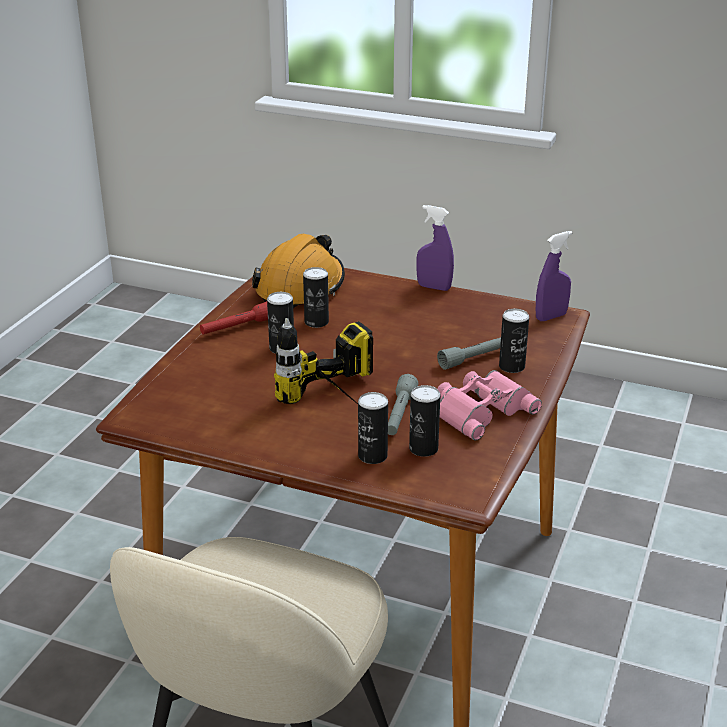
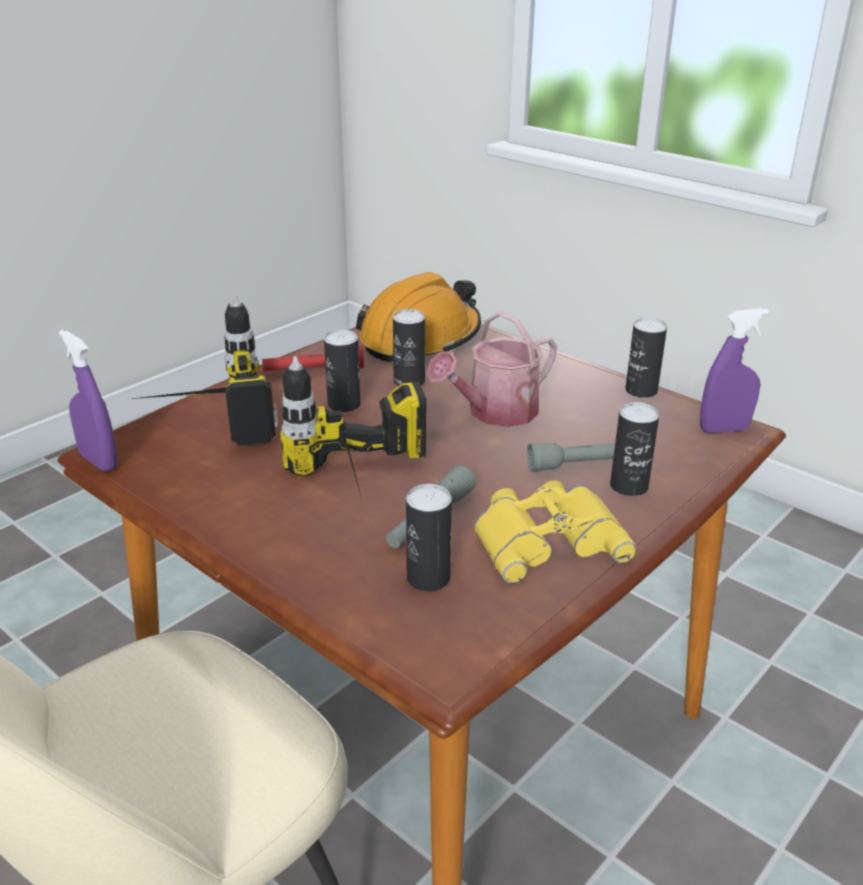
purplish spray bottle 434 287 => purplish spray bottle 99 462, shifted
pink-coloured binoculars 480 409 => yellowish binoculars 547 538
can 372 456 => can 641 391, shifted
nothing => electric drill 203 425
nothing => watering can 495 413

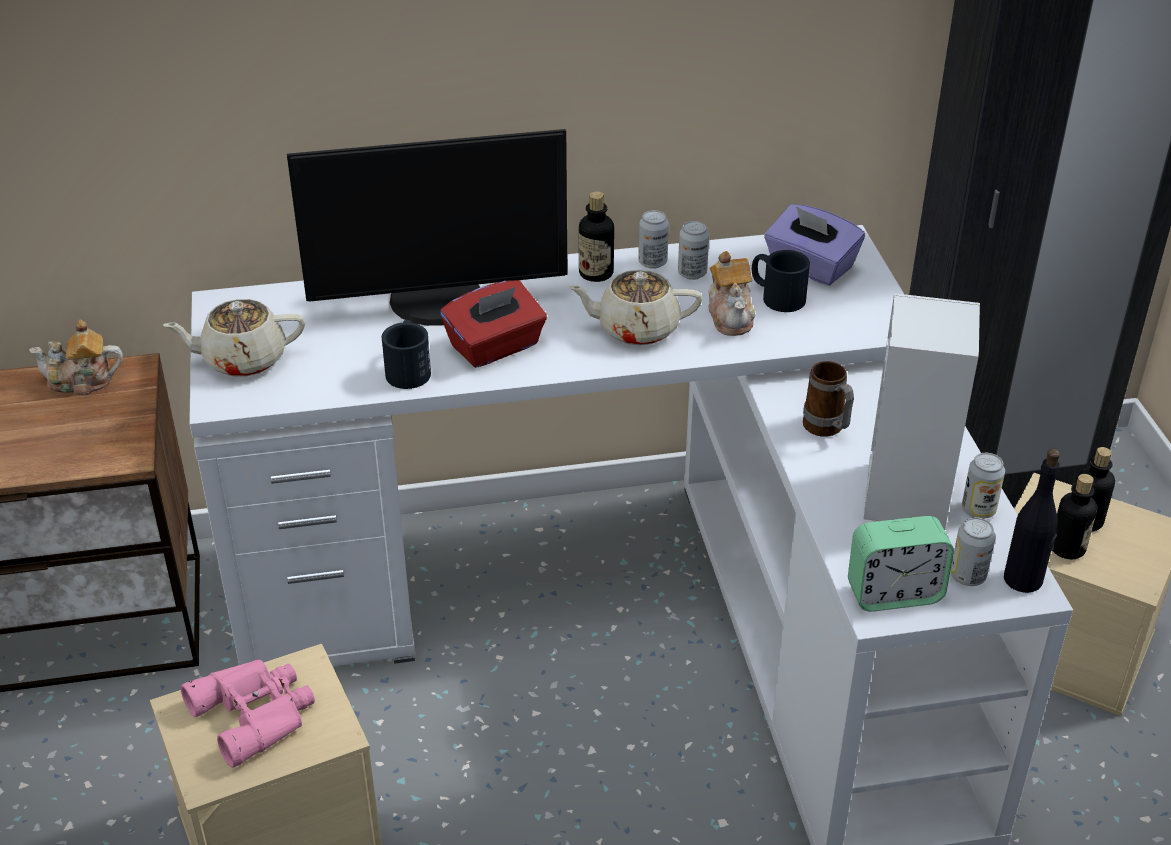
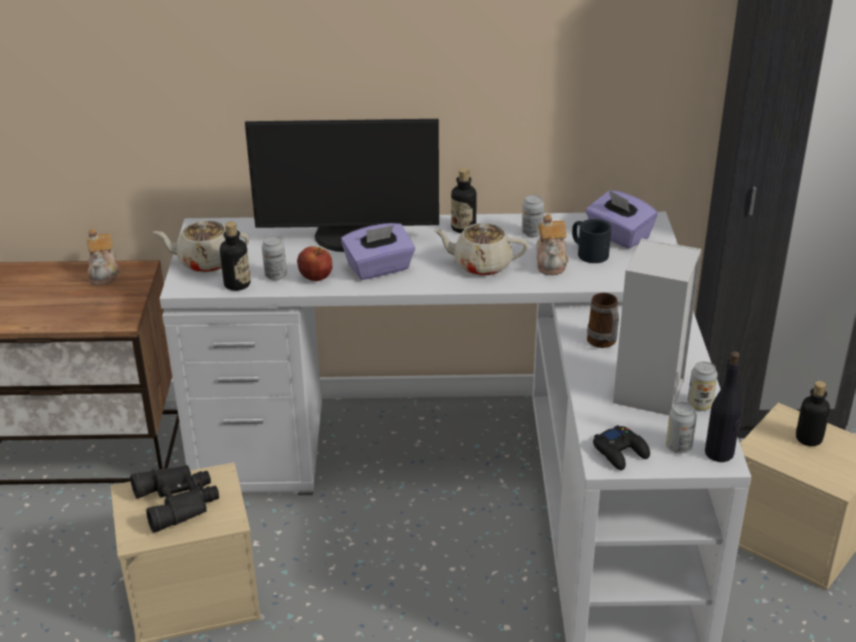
can 652 262 => can 275 276, shifted
reddish tissue box 495 347 => purplish tissue box 379 268
pot for tea 82 382 => pot for tea 104 273, 105 degrees counterclockwise
black-coloured coffee mug 408 368 => apple 315 277
bottle 1067 548 => bottle 237 284, shifted
table clock 894 593 => black-coloured gamepad 621 452
pink-coloured binoculars 256 713 => black-coloured binoculars 179 501

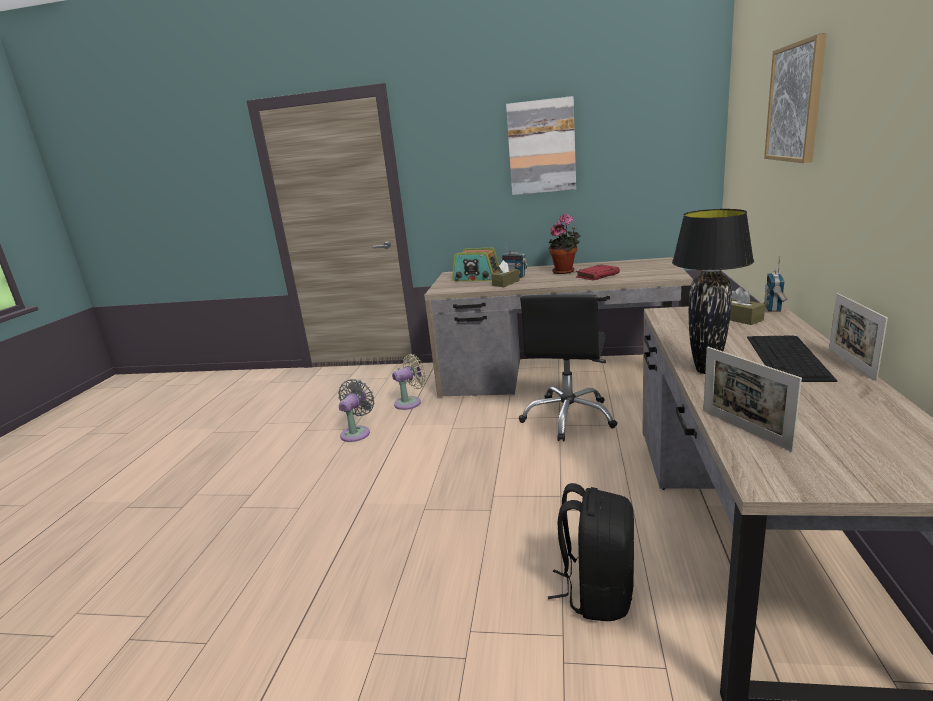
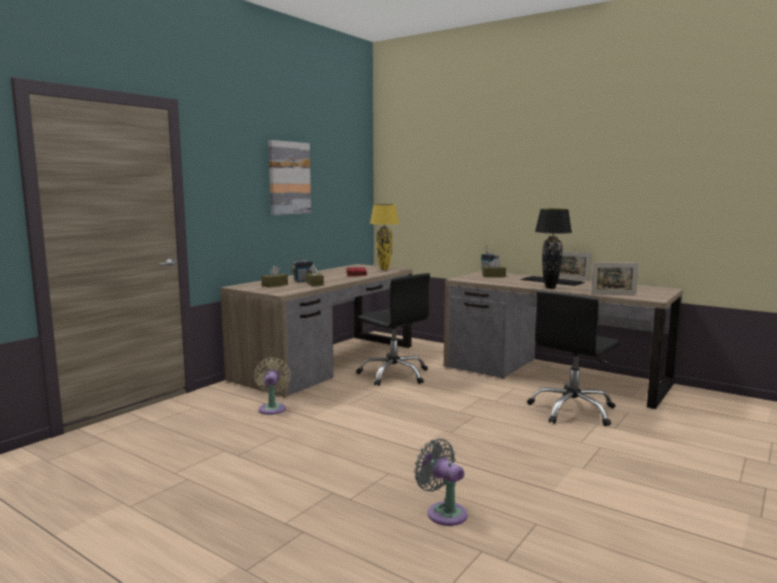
wall picture 795 103 => nothing
potted plant 565 271 => nothing
radio set 476 278 => brown tissue box 274 285
gray fan 357 432 => gray fan 443 512, shifted
black-coloured rucksack 597 592 => black-coloured computer chair 573 410
nothing => yellowish tabletop lamp 384 269

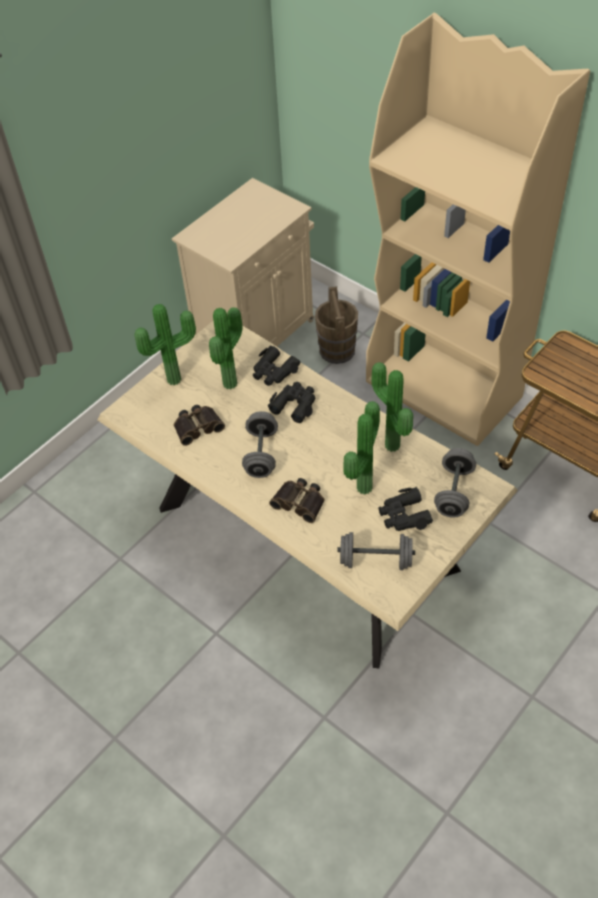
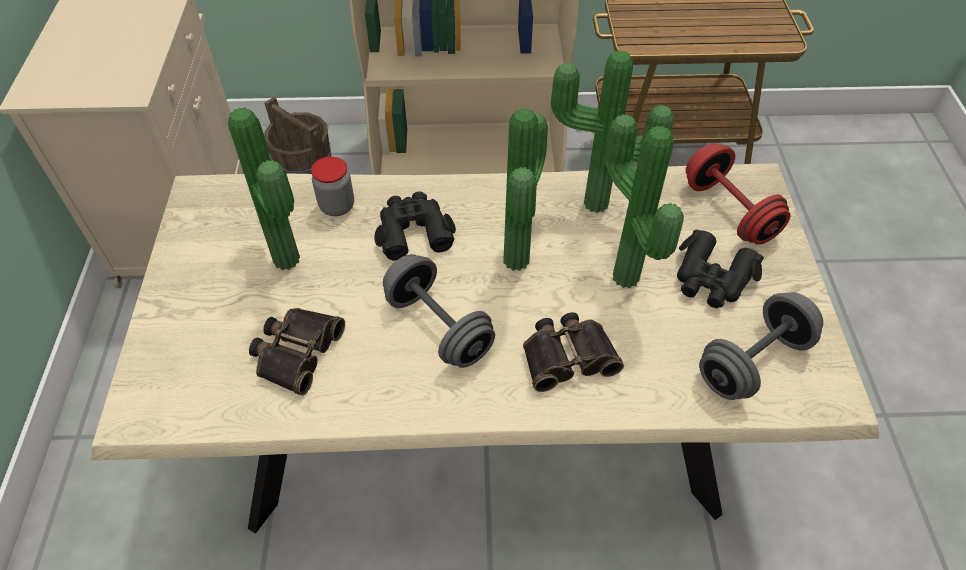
potted plant 176 381 => potted plant 521 261, shifted
black-coloured binoculars 274 371 => jar 337 206
gray hand weight 454 492 => reddish hand weight 729 211

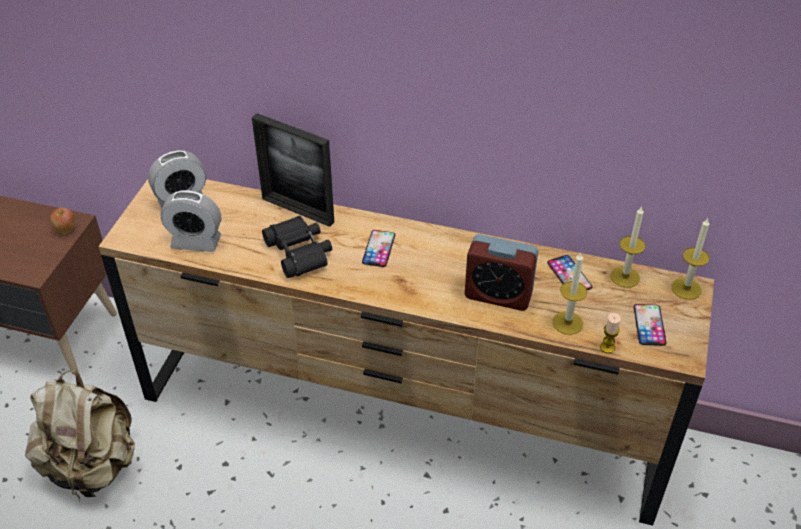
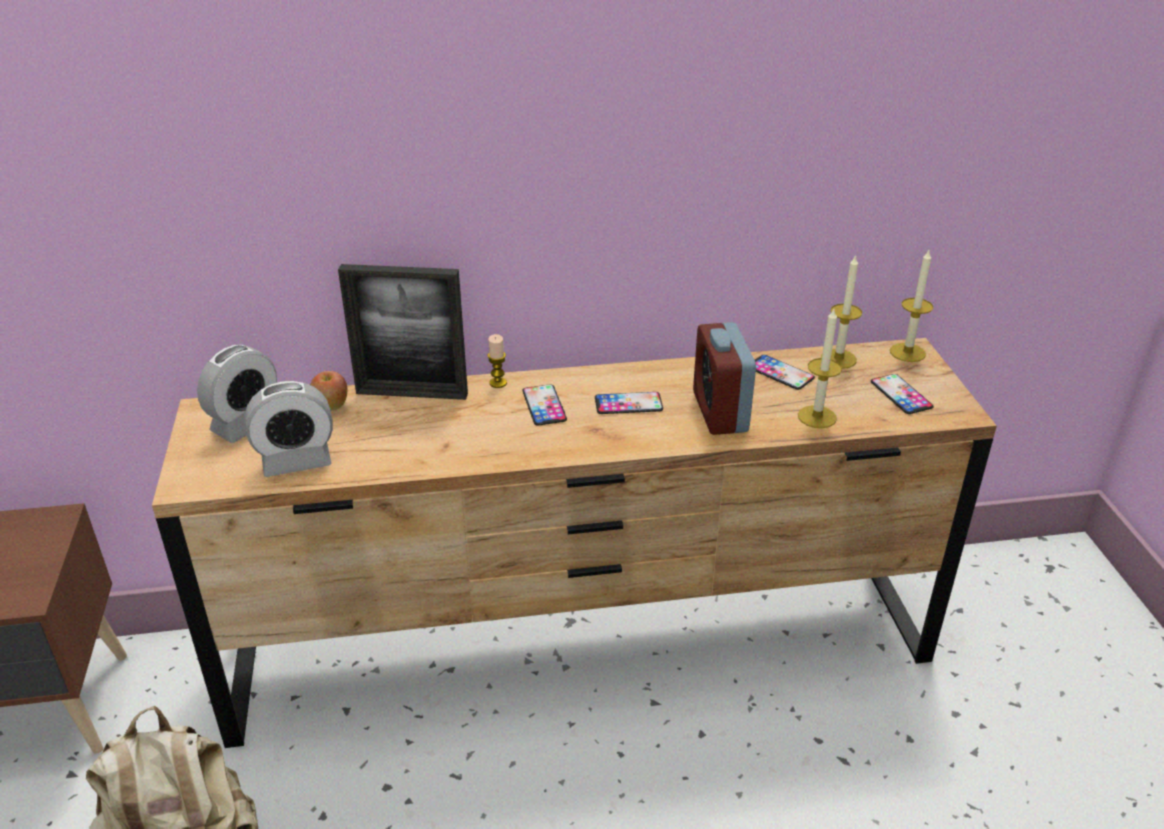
apple 65 229 => apple 331 406, shifted
black-coloured binoculars 299 252 => nothing
table clock 498 295 => table clock 720 412, 90 degrees clockwise
wax candle 607 347 => wax candle 498 383, shifted
nothing => handset 628 404

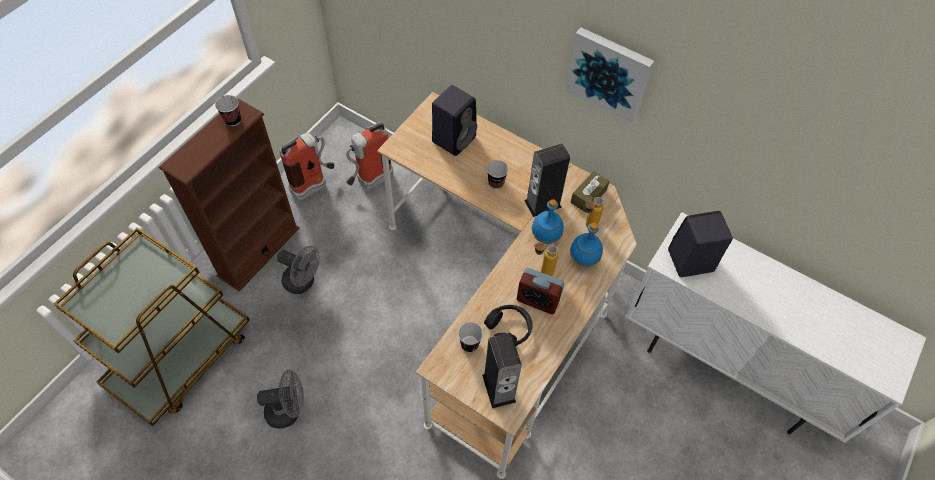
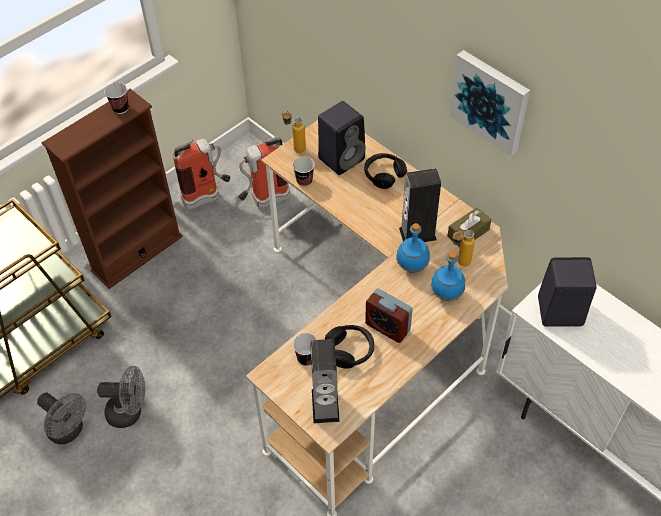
small cup 496 183 => small cup 304 181, shifted
bottle 541 271 => bottle 295 148, shifted
gray fan 303 282 => gray fan 69 431, shifted
nothing => black-coloured pair of headphones 384 174

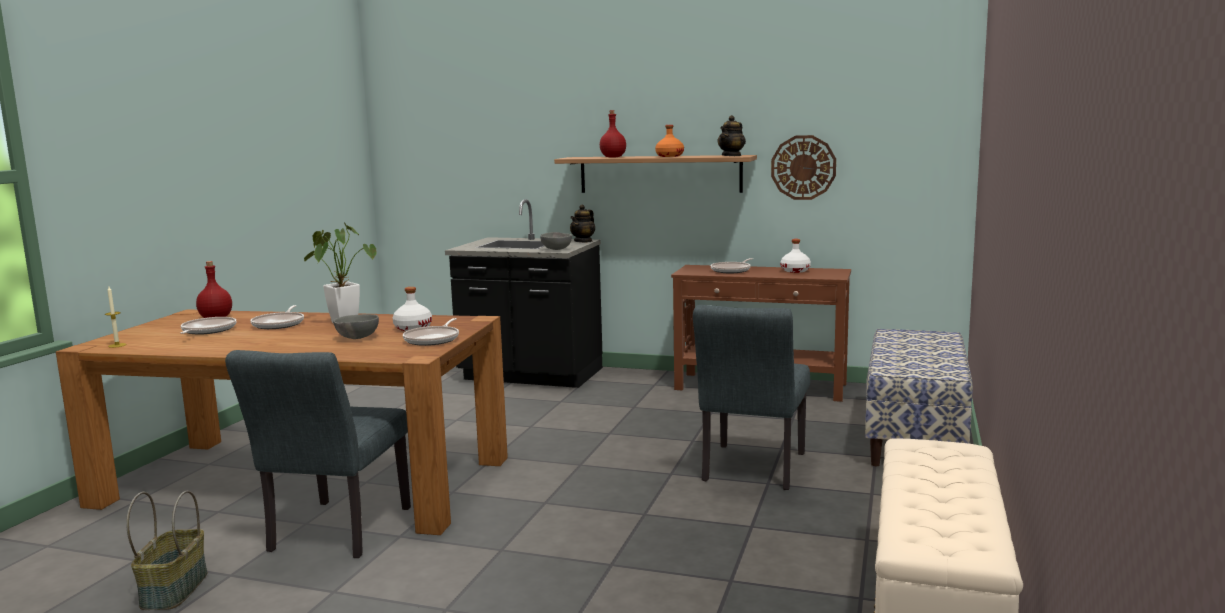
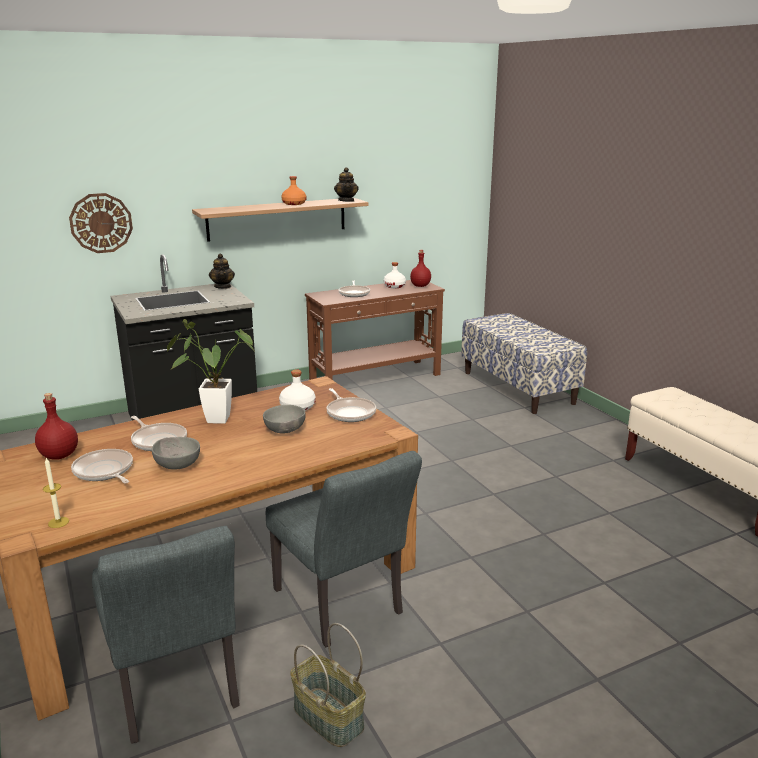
reddish bottle 612 157 => reddish bottle 420 286, shifted
wall clock 803 167 => wall clock 101 223, shifted
gray bowl 557 249 => gray bowl 178 465, shifted
gray upright chair 751 470 => gray upright chair 176 691, shifted

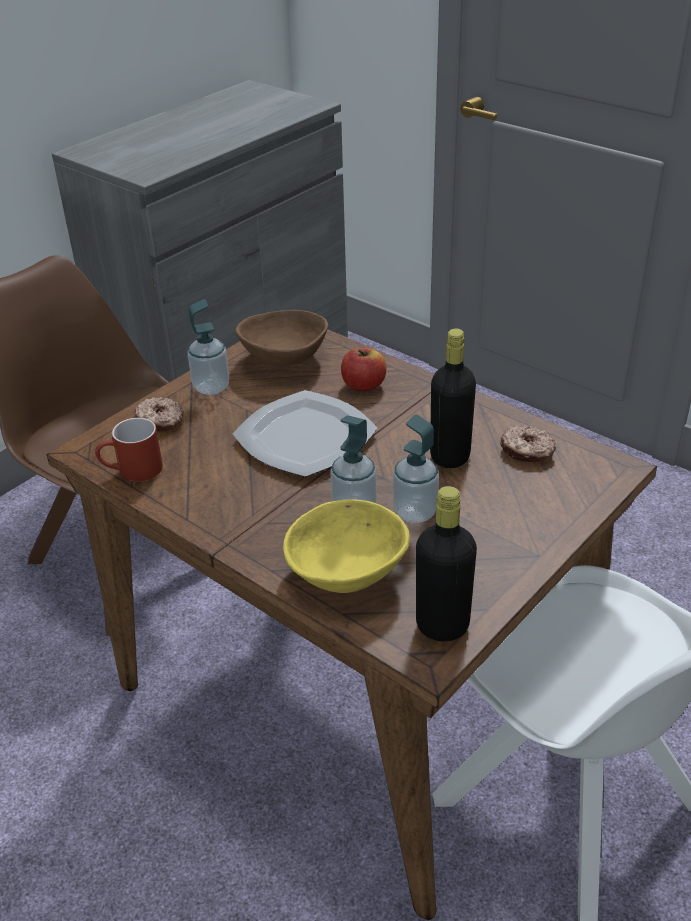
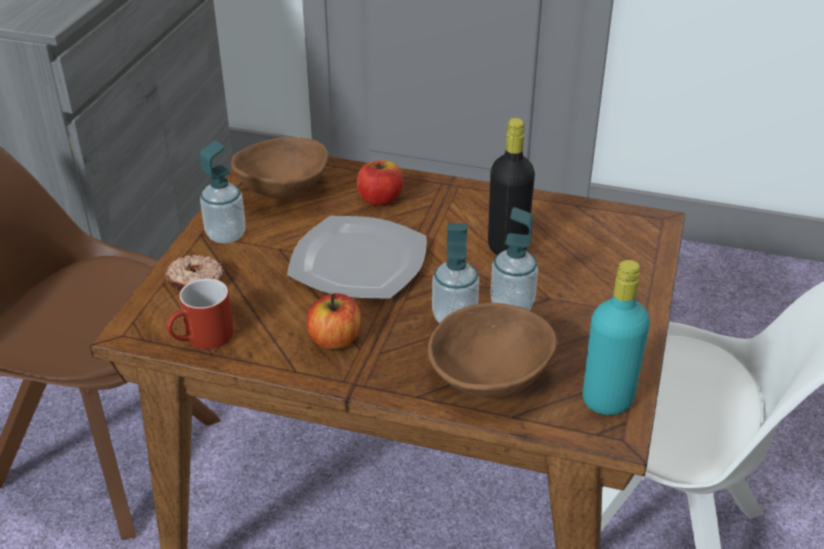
donut 526 451 => nothing
black-coloured bottle 442 625 => blue-green bottle 607 400
yellowish bowl 346 574 => brown bowl 490 380
nothing => apple 335 339

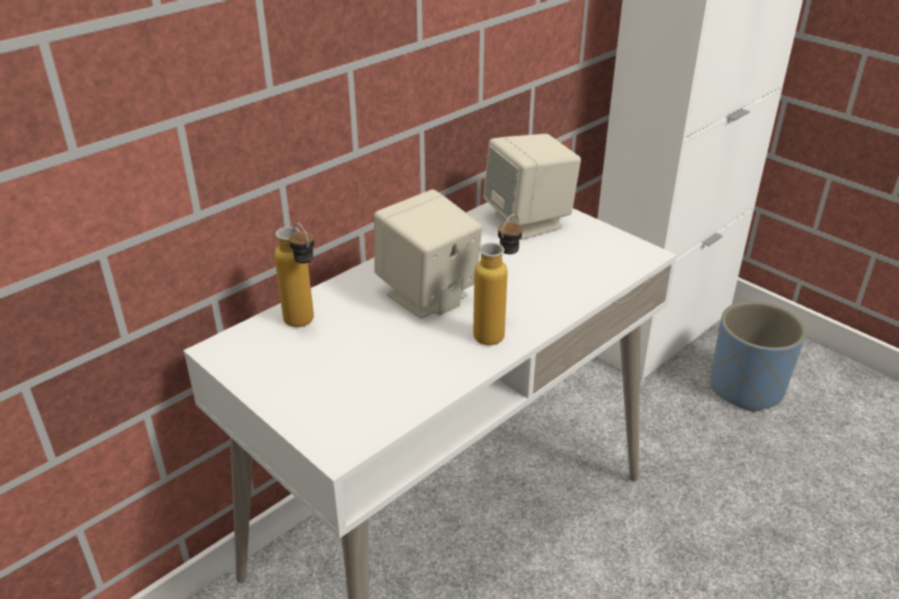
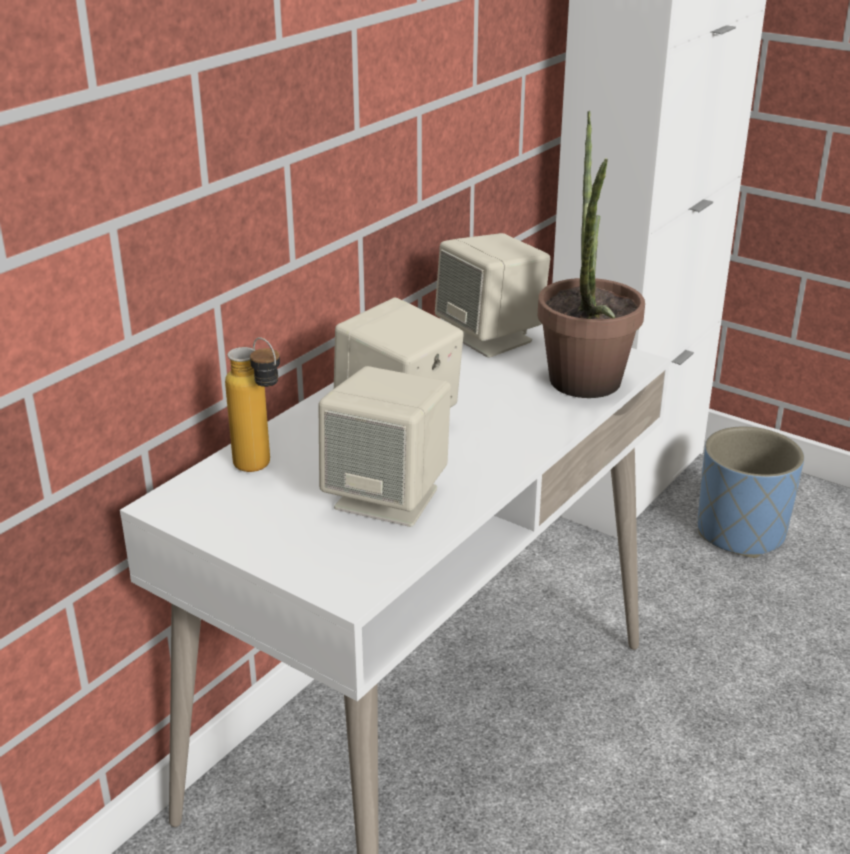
bottle 496 331 => nothing
nothing => potted plant 584 389
nothing => sand-coloured audio speaker 388 498

